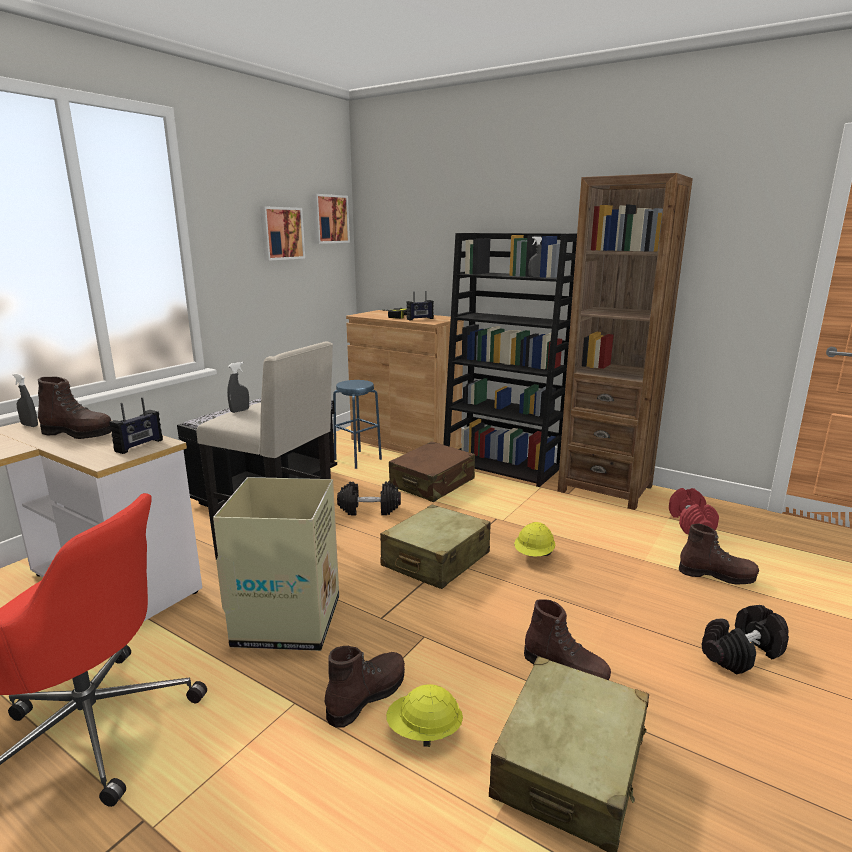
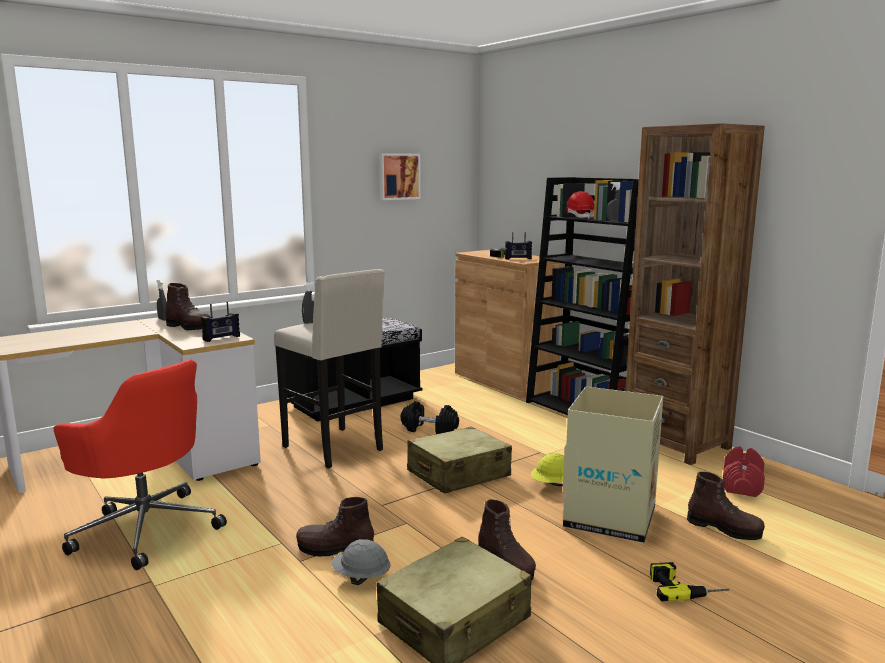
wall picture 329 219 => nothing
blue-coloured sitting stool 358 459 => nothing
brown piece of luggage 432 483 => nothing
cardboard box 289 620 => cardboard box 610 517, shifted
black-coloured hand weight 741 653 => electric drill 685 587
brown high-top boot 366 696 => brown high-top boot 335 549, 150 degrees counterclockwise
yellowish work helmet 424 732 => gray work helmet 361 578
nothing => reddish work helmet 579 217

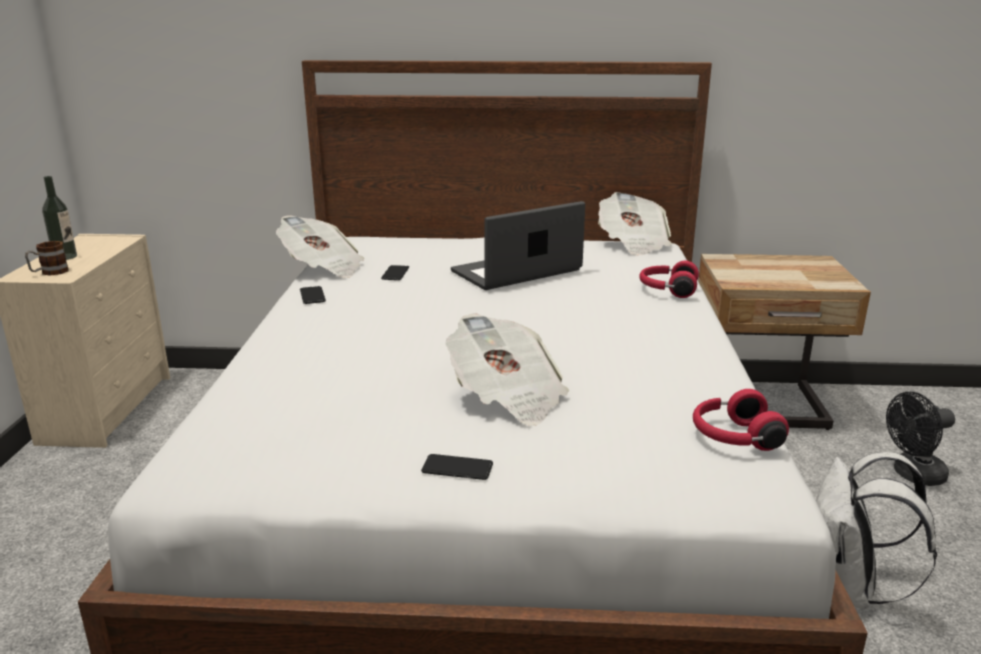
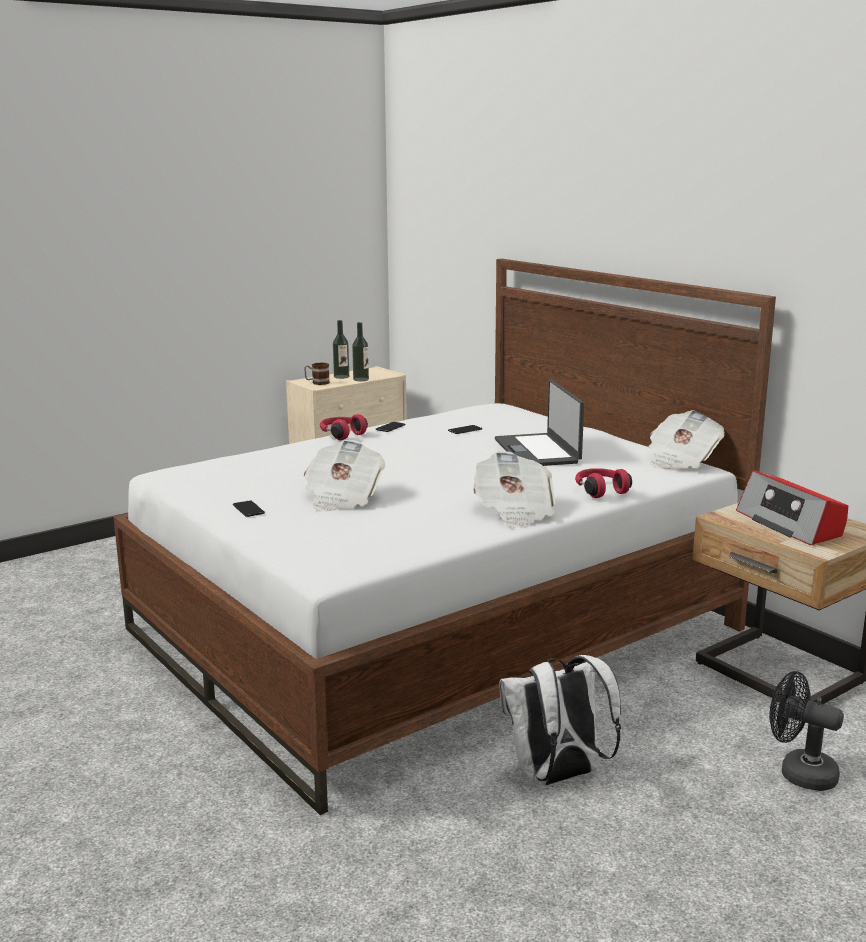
notebook computer 517 272 => notebook computer 538 451, 120 degrees counterclockwise
printed paper 323 268 => printed paper 514 511, shifted
reddish pair of headphones 733 438 => reddish pair of headphones 341 435, shifted
nothing => bottle 361 379
nothing => radio set 790 524

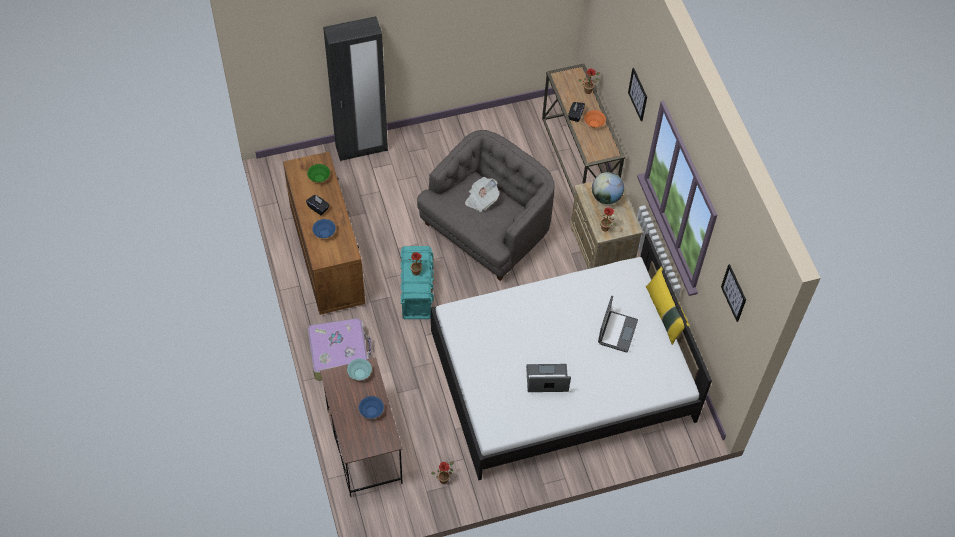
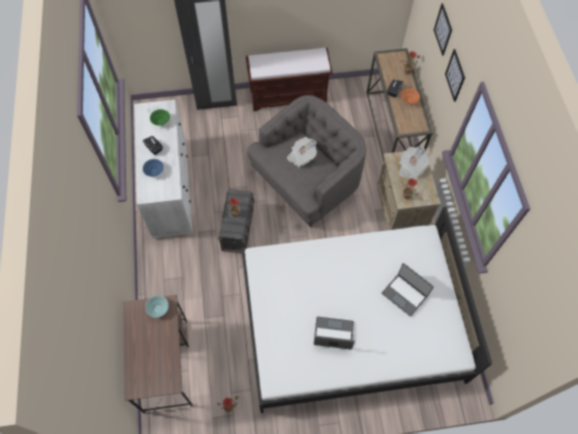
brown drawer chest 327 256 => whitish drawer chest 170 188
desk globe 606 197 => printed paper 411 167
blue-green storage box 417 292 => gray storage box 238 228
wall picture 734 293 => wall picture 443 29, shifted
yellowish pillow 664 314 => nothing
notebook computer 616 331 => notebook computer 404 294, 105 degrees clockwise
piece of luggage 339 353 => nothing
blue-coloured bowl 371 411 => nothing
nothing => brown bench 289 96

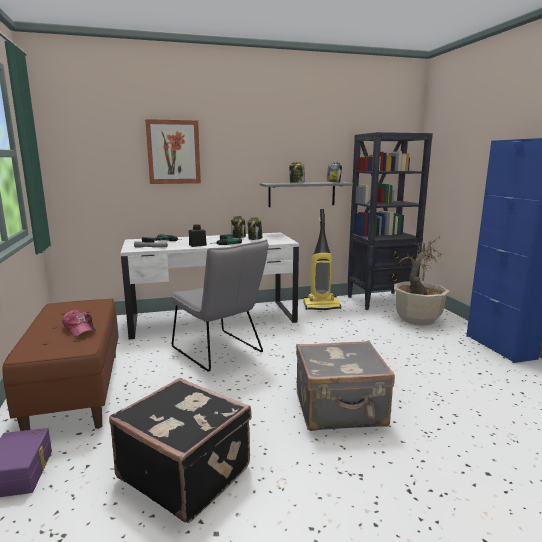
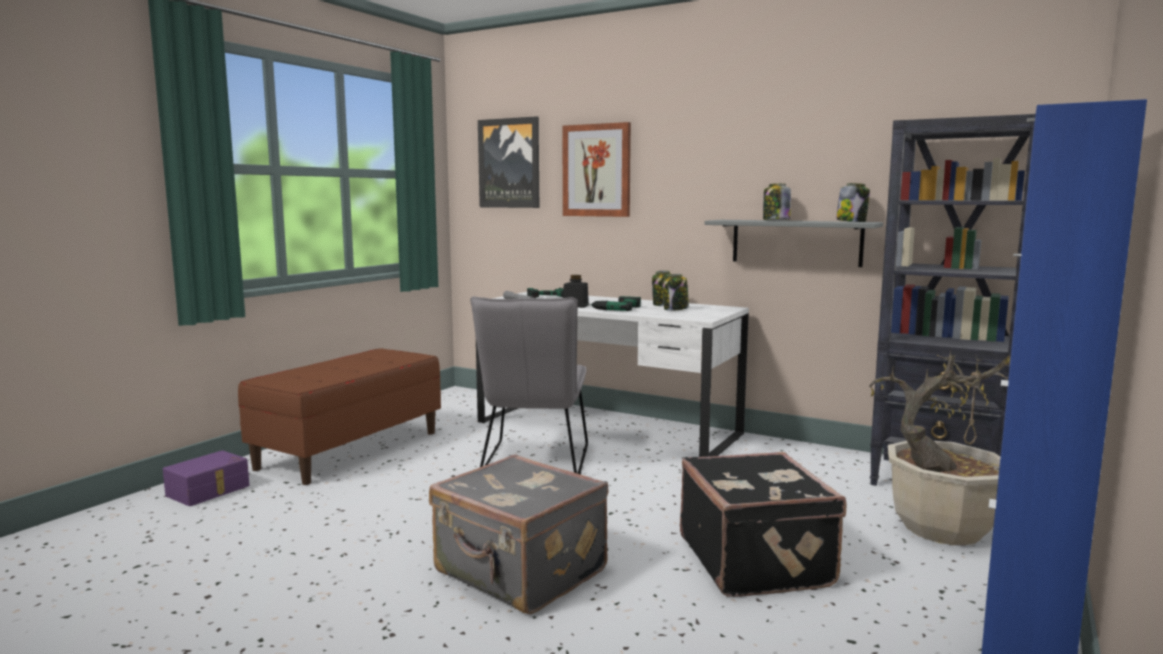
hoover 321 306 => nothing
baseball cap 80 328 => nothing
black-coloured piece of luggage 186 471 => black-coloured piece of luggage 756 561, shifted
nothing => wall picture 509 163

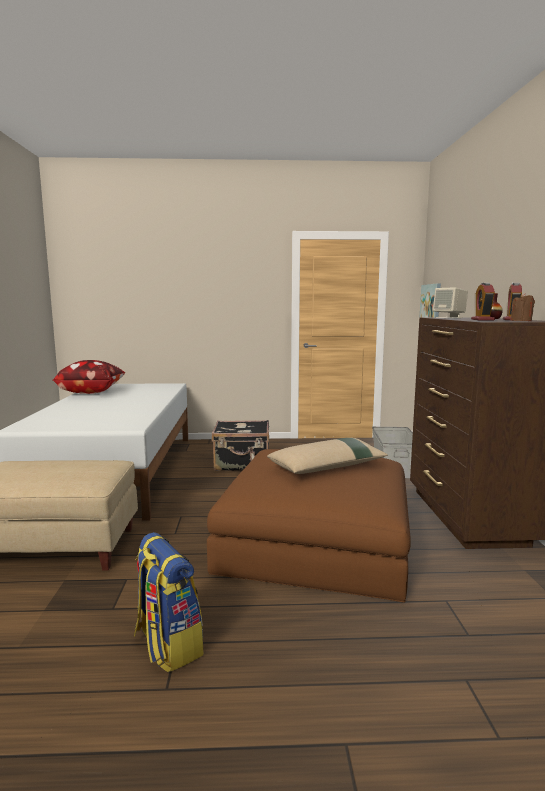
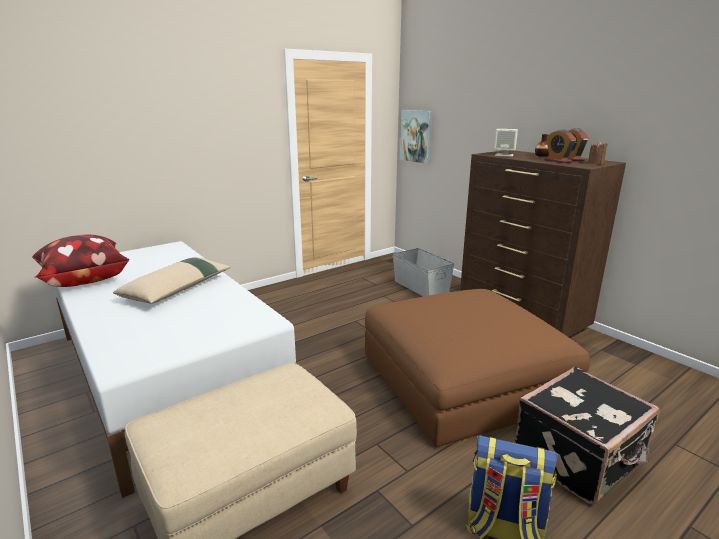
black-coloured piece of luggage 242 464 => black-coloured piece of luggage 579 459, shifted
sand-coloured pillow 328 467 => sand-coloured pillow 178 289, shifted

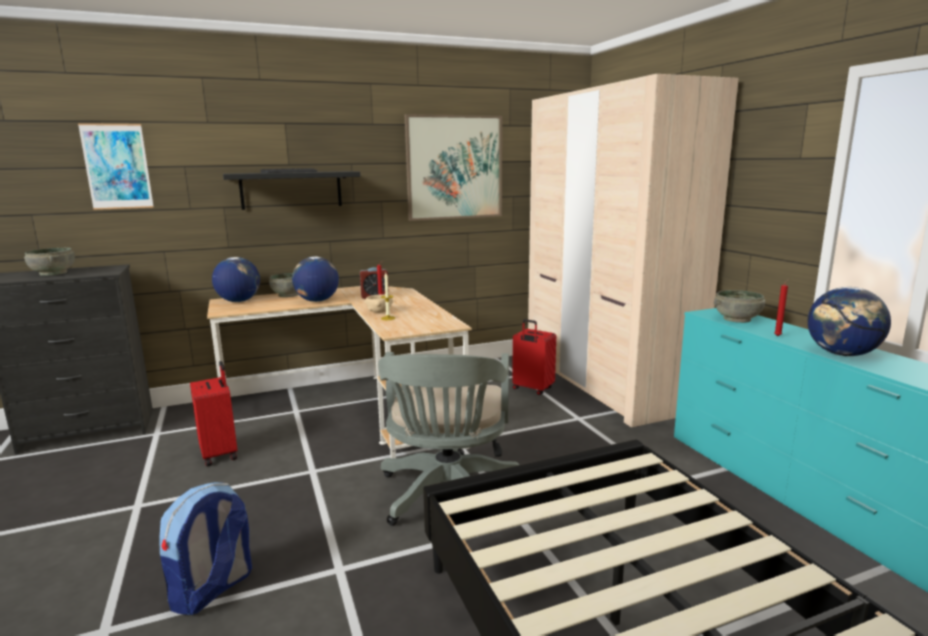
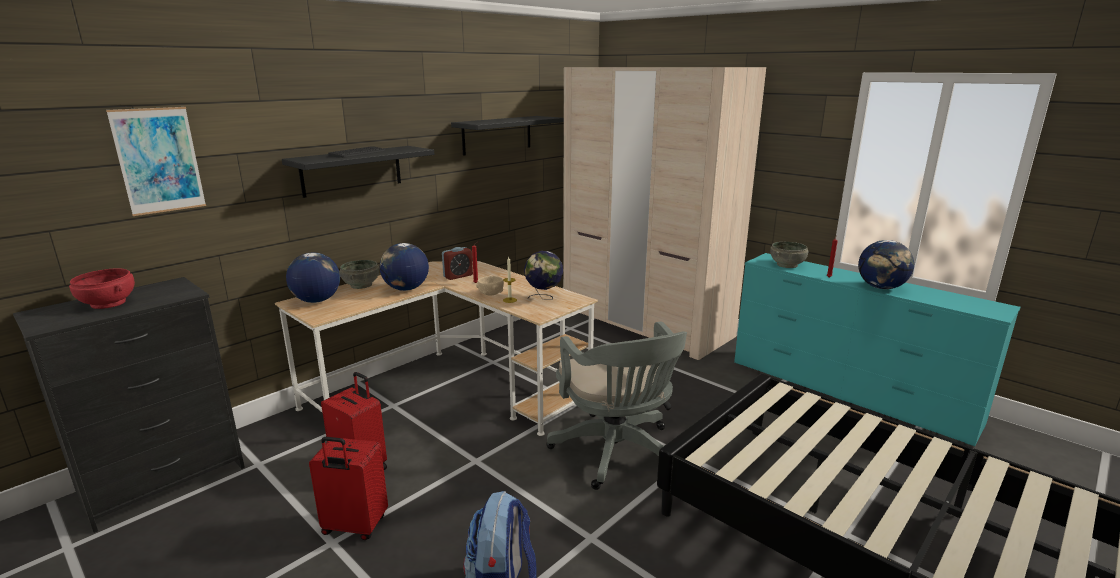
wall picture 454 167 => black-coloured bracket shelf 497 135
gray bowl 54 273 => reddish bowl 109 303
reddish piece of luggage 532 389 => reddish piece of luggage 354 527, shifted
nothing => desk globe 544 298

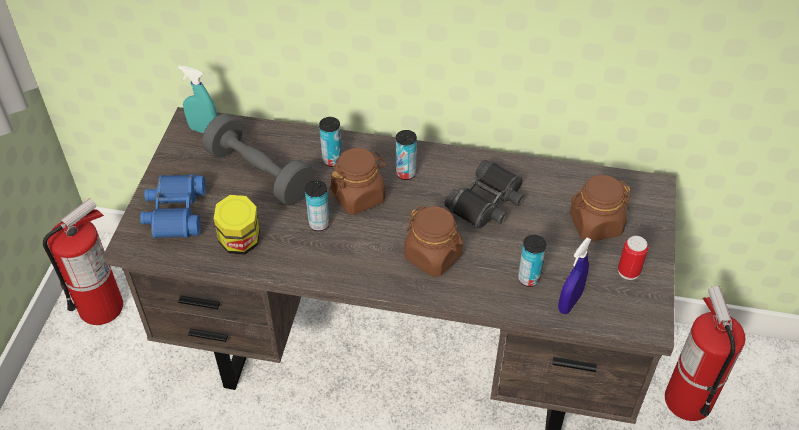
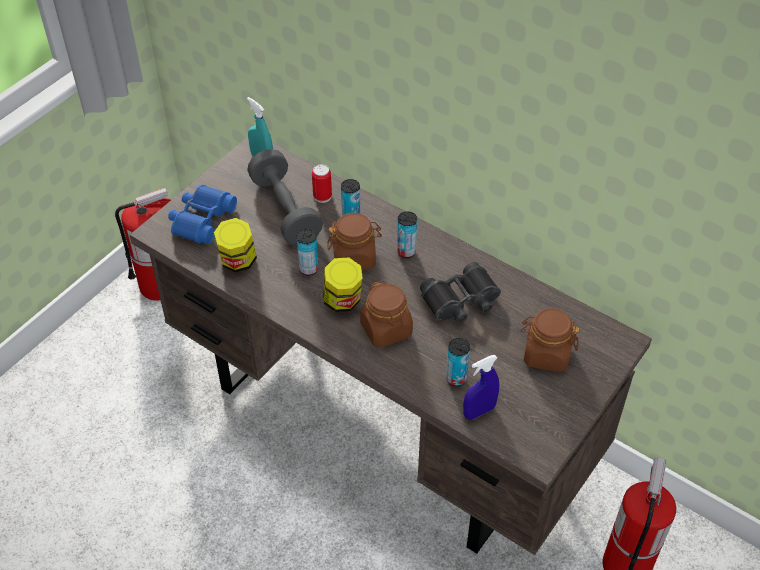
can 628 271 => can 322 196, shifted
nothing => jar 342 301

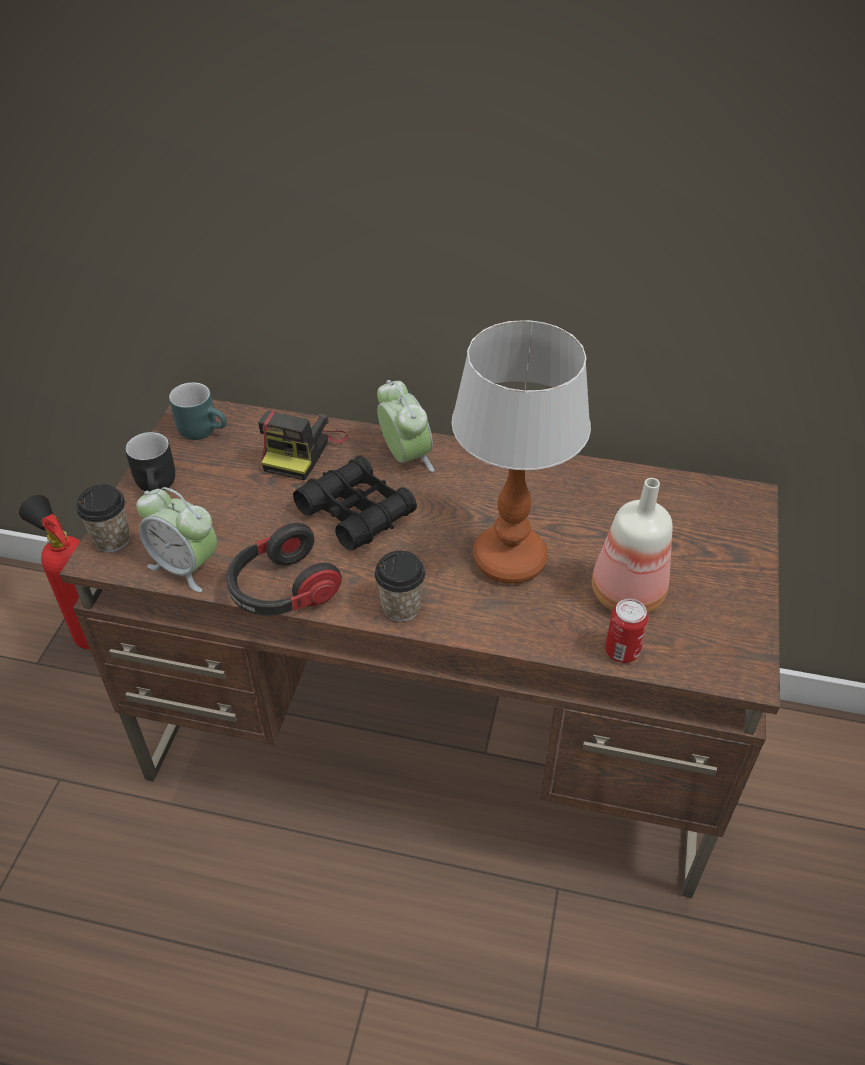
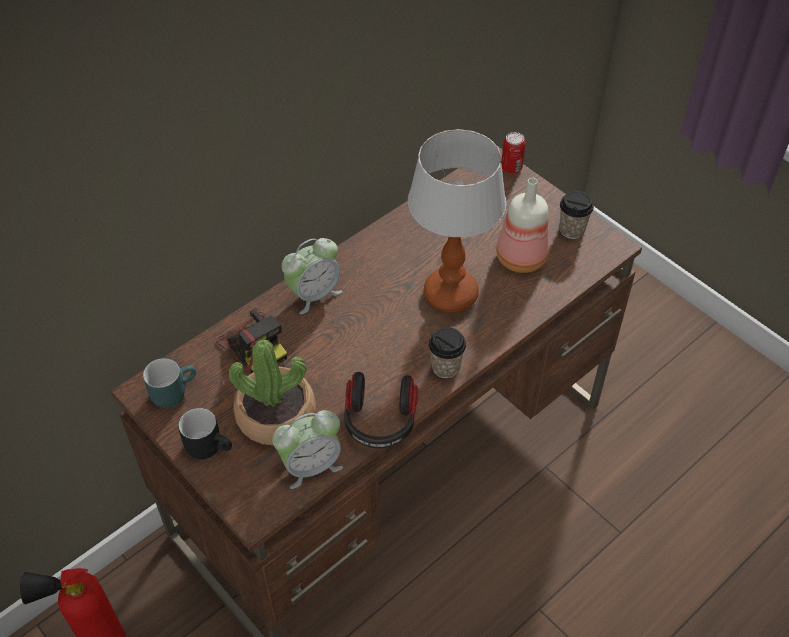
table clock 405 457 => table clock 314 294, 135 degrees clockwise
black-coloured binoculars 356 512 => nothing
small cup 112 539 => small cup 572 230, shifted
can 622 651 => can 511 168, shifted
nothing => potted plant 276 415

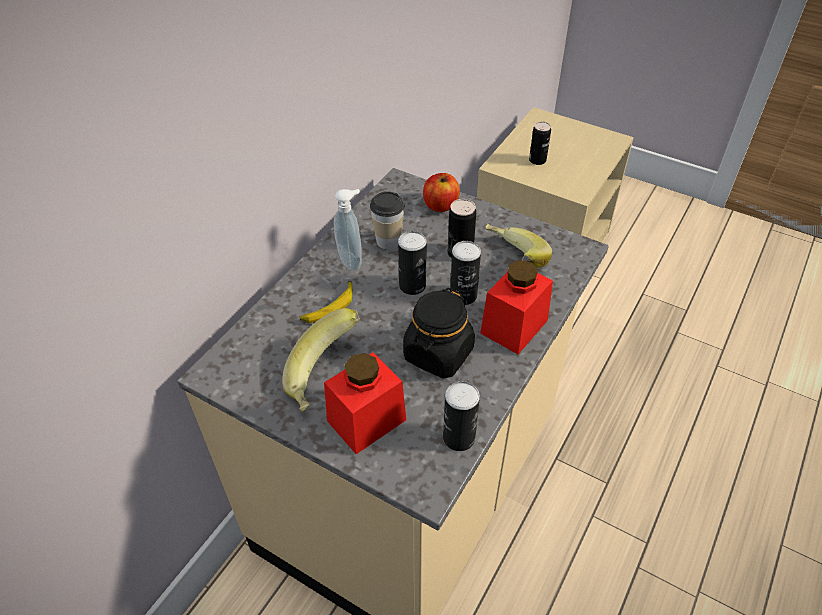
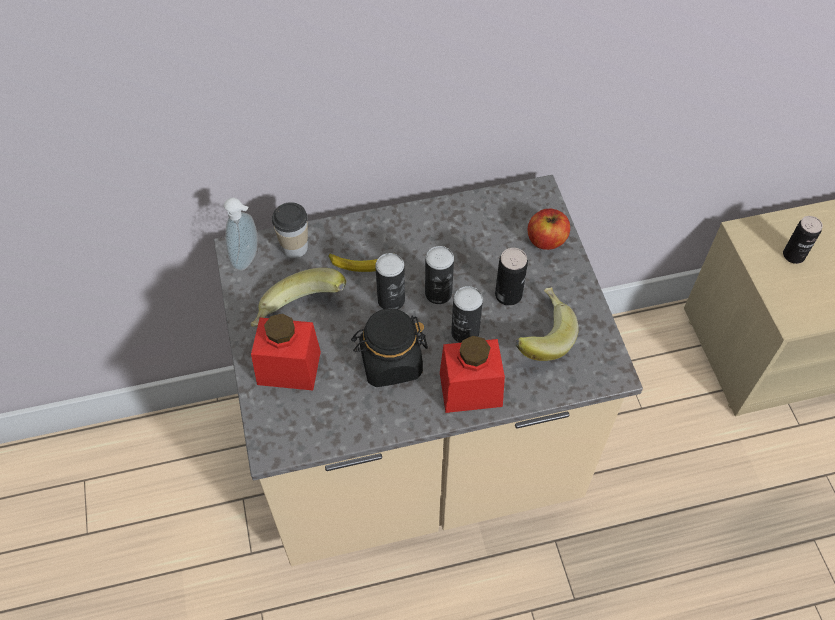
liquid soap bottle 352 260 => liquid soap bottle 248 259, shifted
small cup 388 241 => small cup 295 247, shifted
can 459 438 => can 391 300, shifted

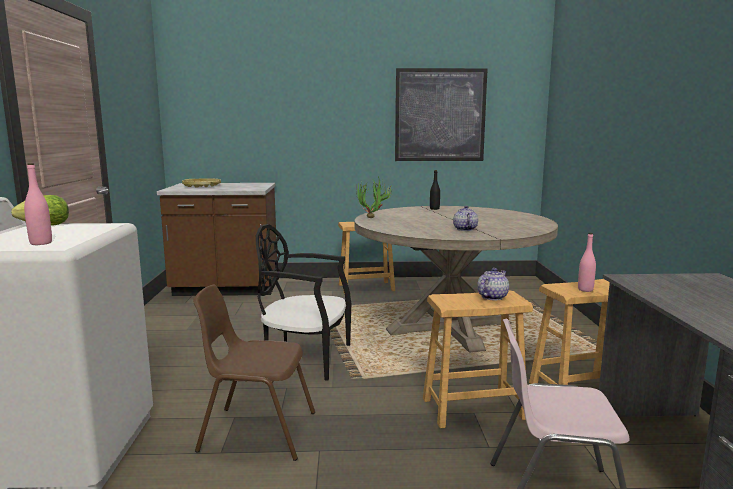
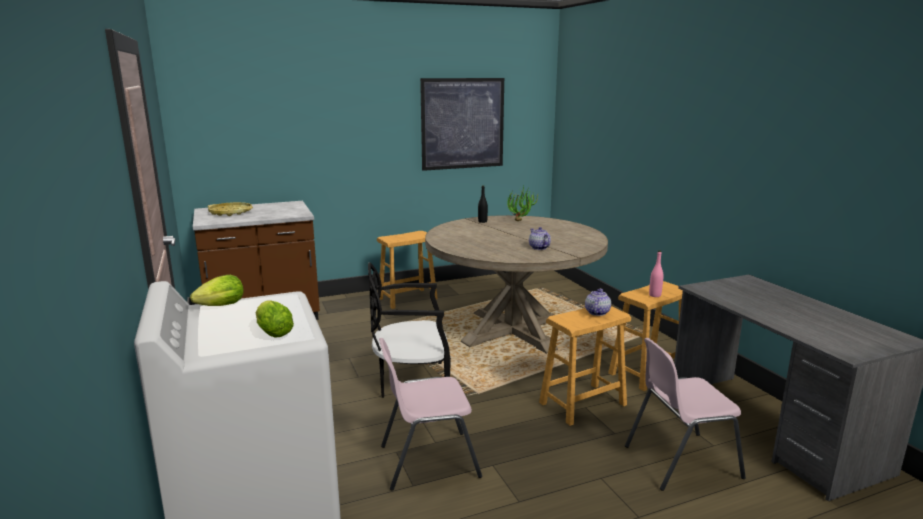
pink-coloured bottle 41 243 => lettuce head 272 332
potted plant 373 219 => potted plant 521 222, shifted
brown upright chair 256 431 => pink-coloured upright chair 427 460

